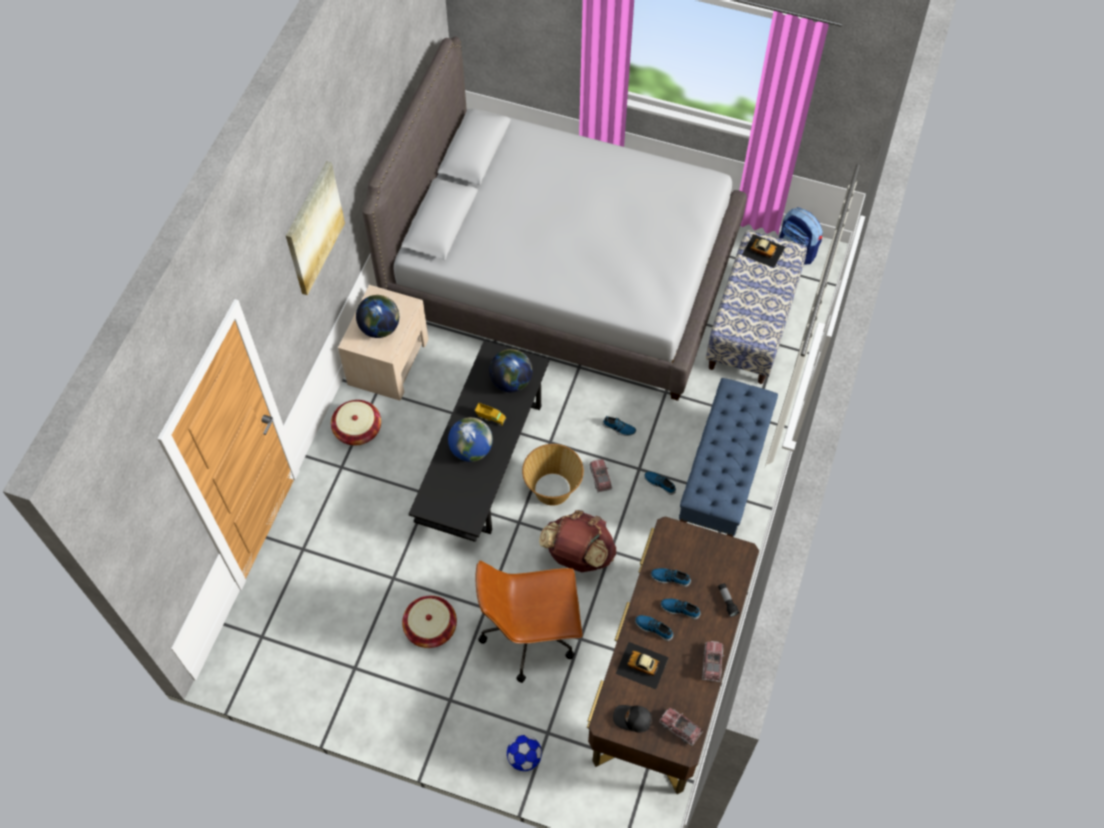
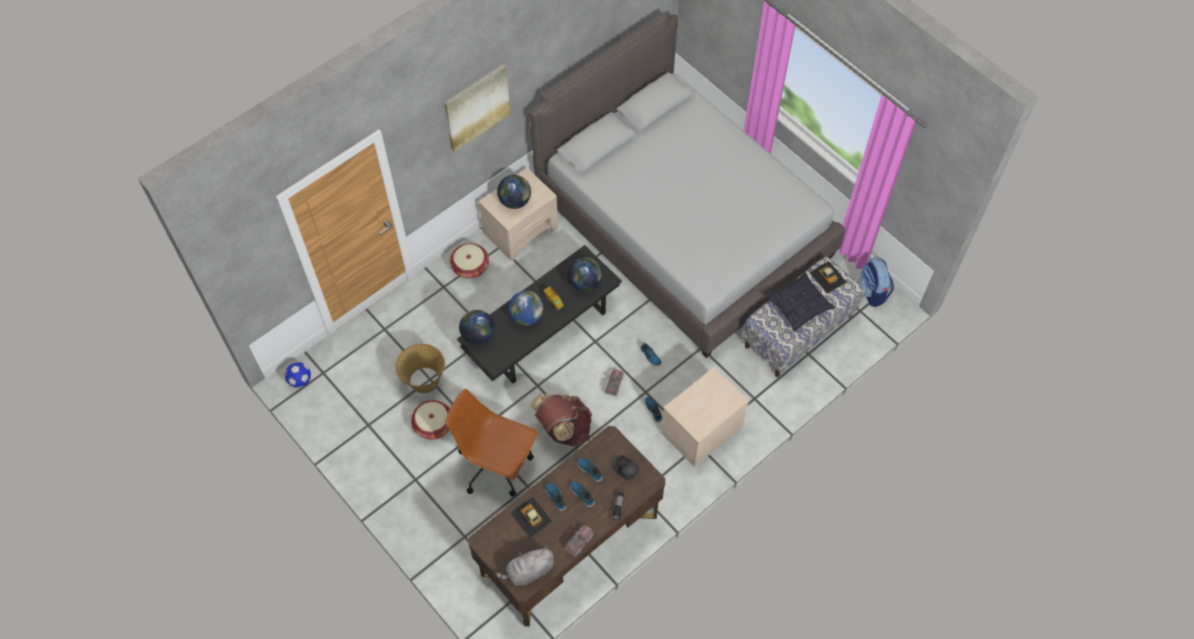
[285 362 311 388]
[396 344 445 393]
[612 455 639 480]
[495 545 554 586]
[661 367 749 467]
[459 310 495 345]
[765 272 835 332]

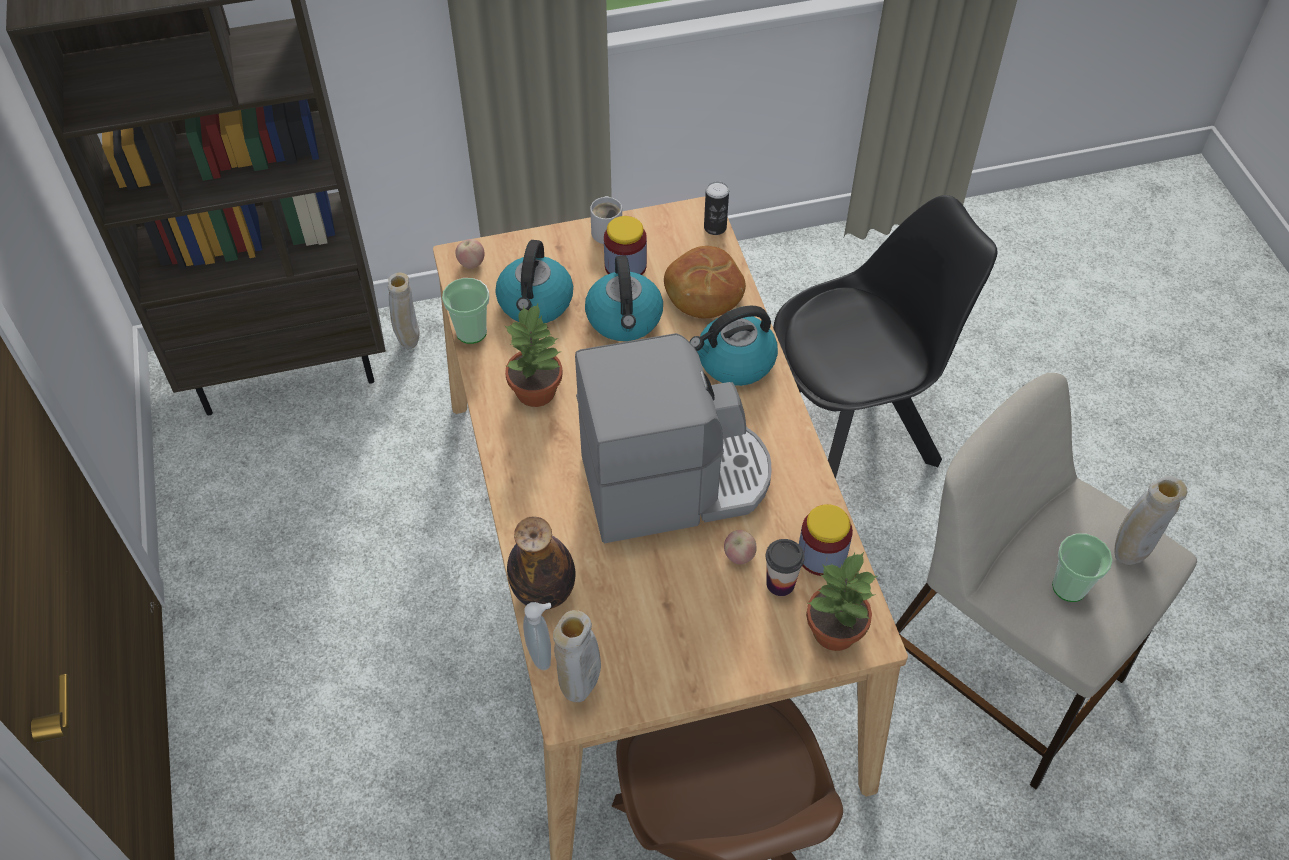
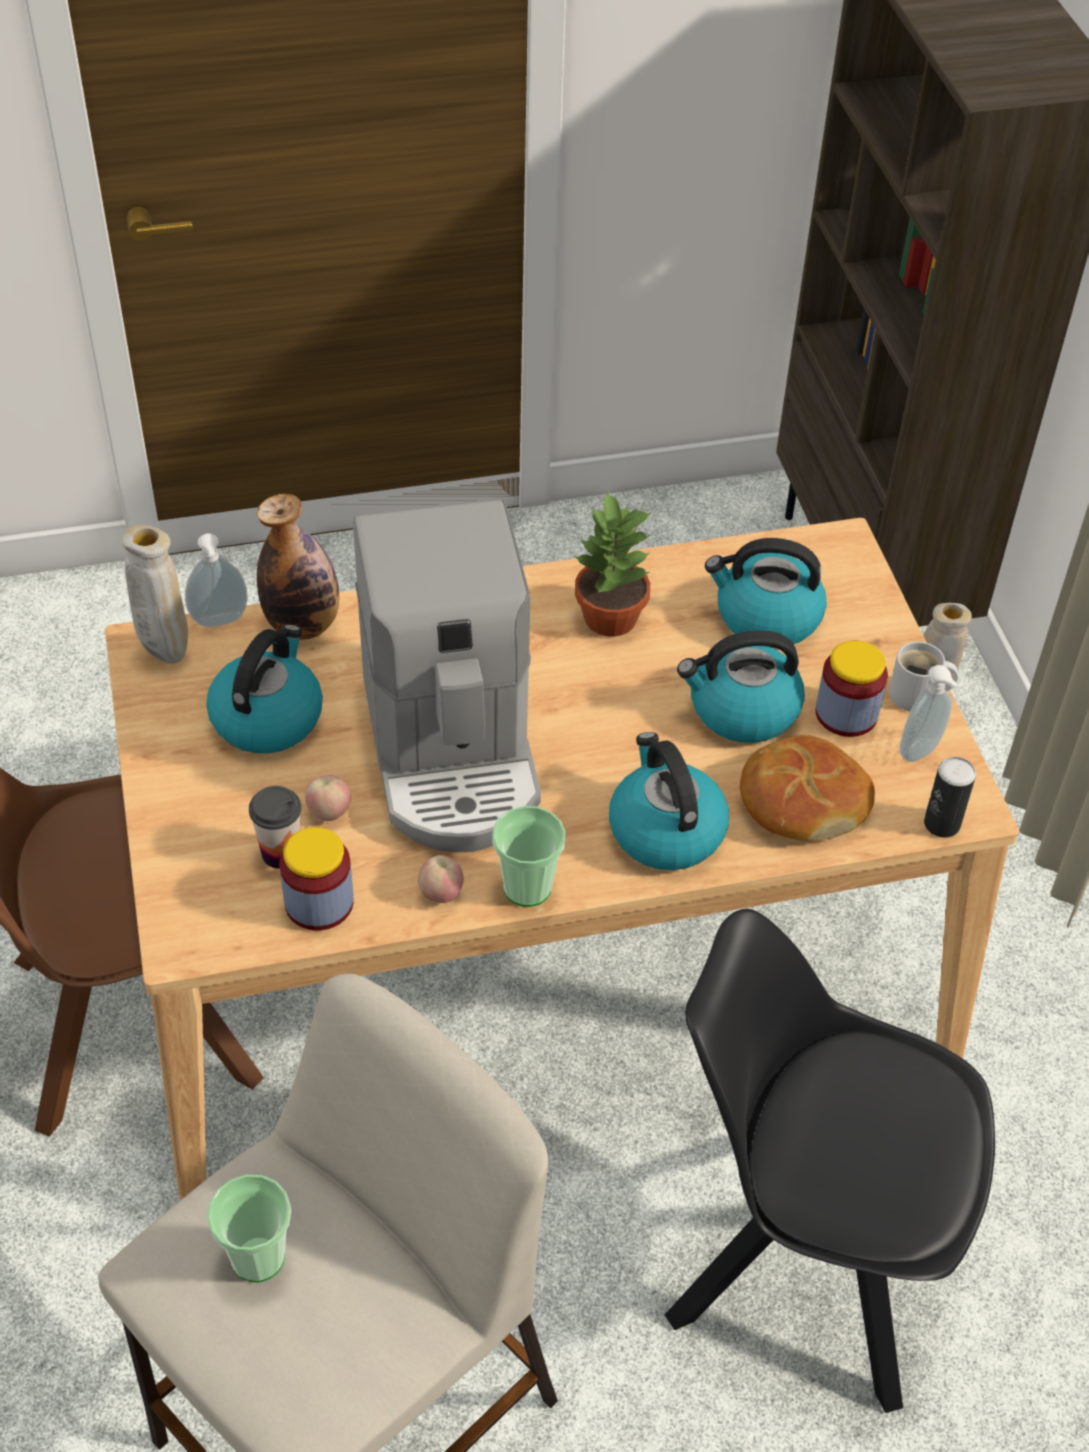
[492 806 565 907]
[418 855 463 903]
[665 909 995 1413]
[806 552 877 651] (first image)
[1115 476 1187 565] (first image)
[206 625 323 753]
[900 665 958 762]

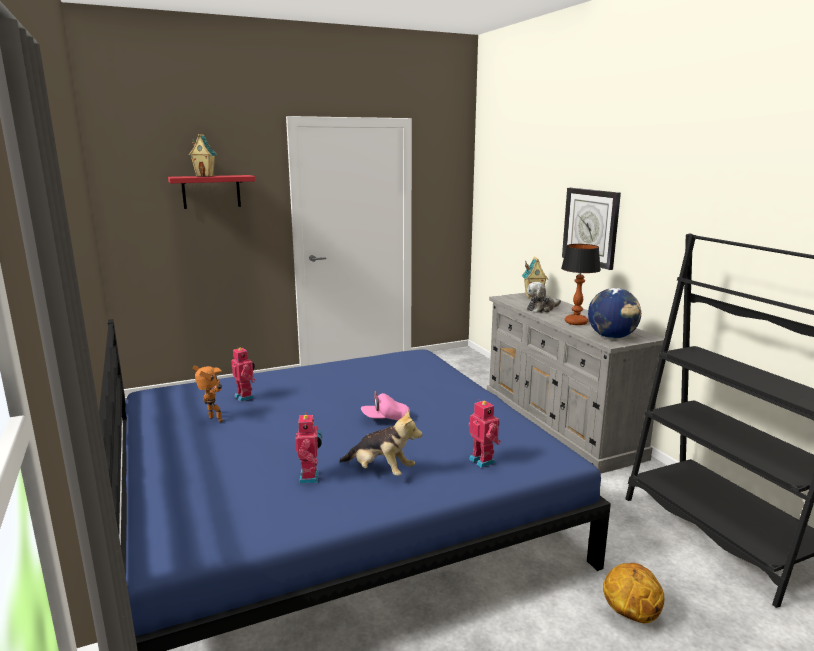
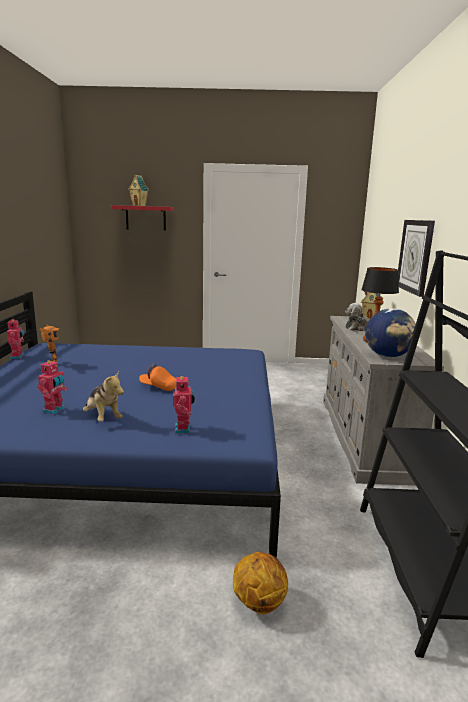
[7 319 25 359]
[139 363 176 391]

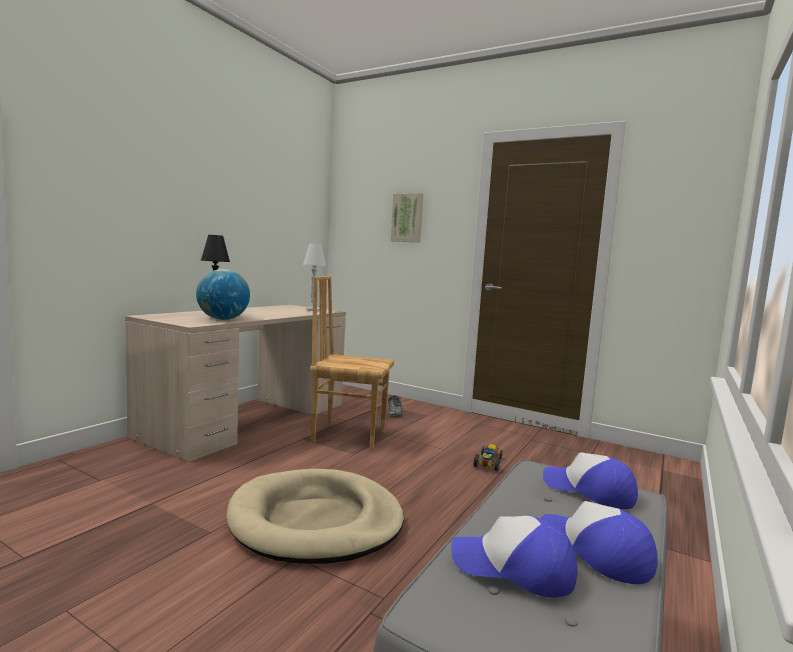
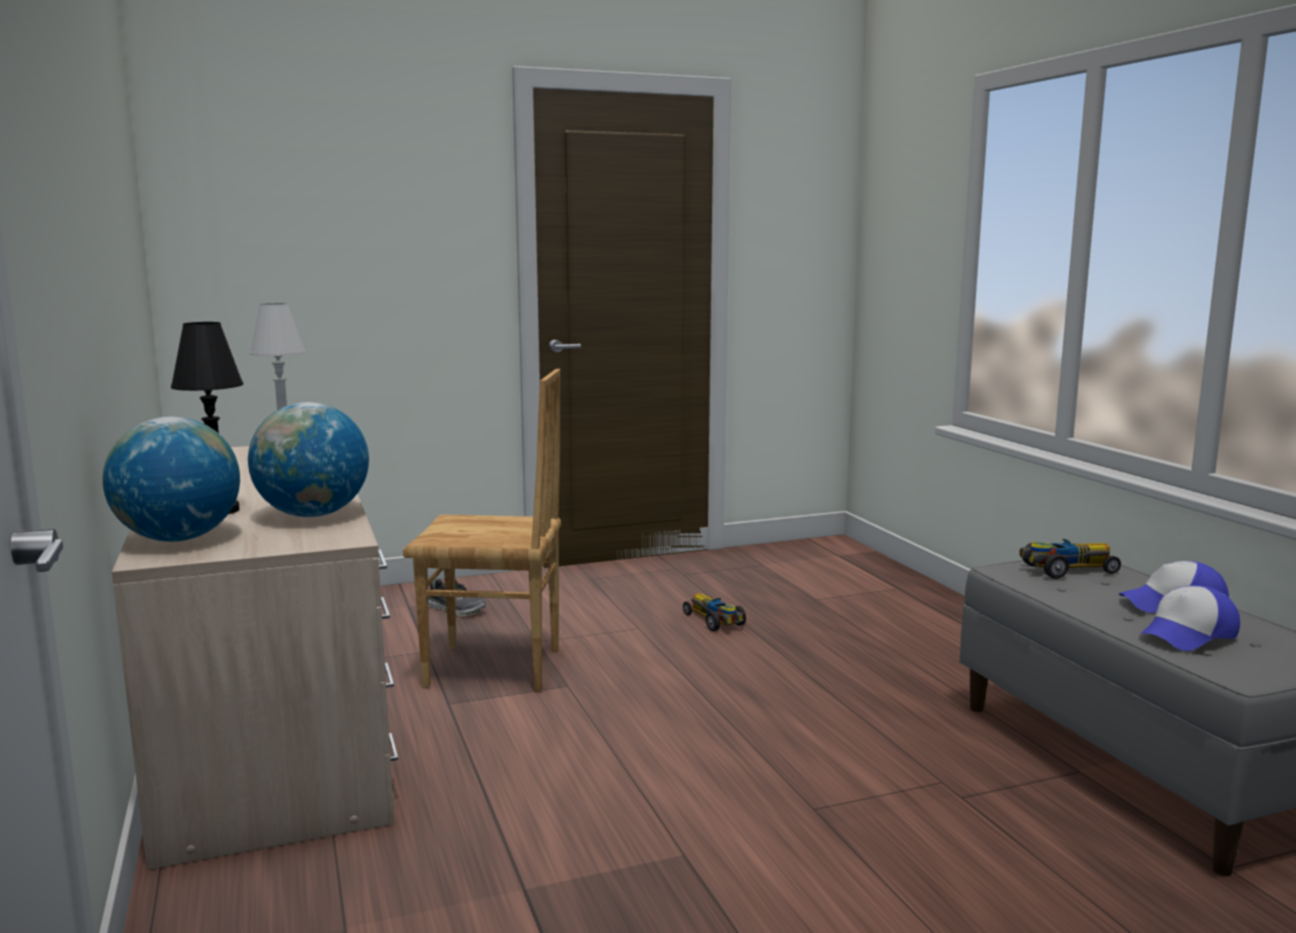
[226 469 404 564] (first image)
[403 369 561 692]
[391 193 423 242] (first image)
[1019 539 1121 579]
[103 417 240 542]

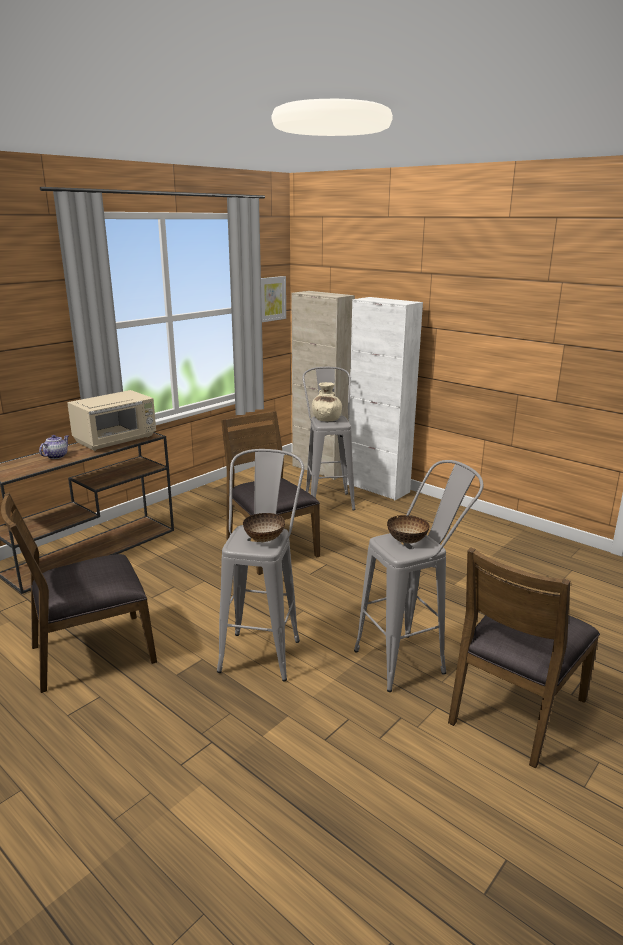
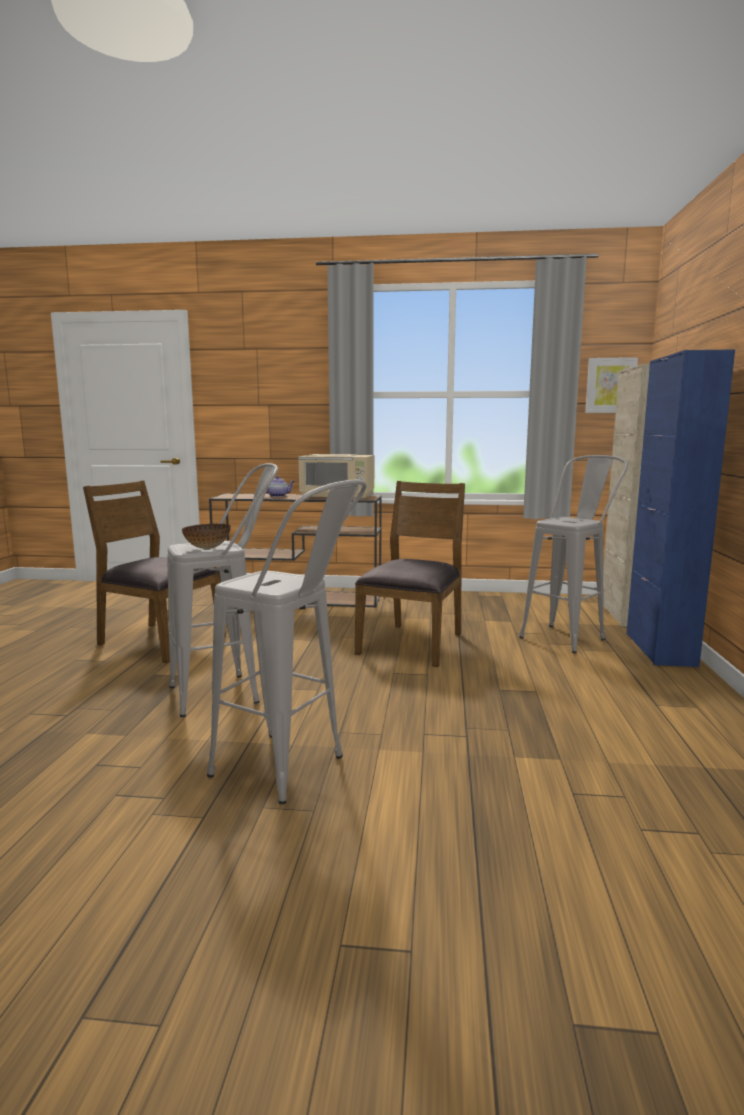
[312 382 342 421] (first image)
[627 349 735 667]
[387 515 430 544] (first image)
[448 547 600 769] (first image)

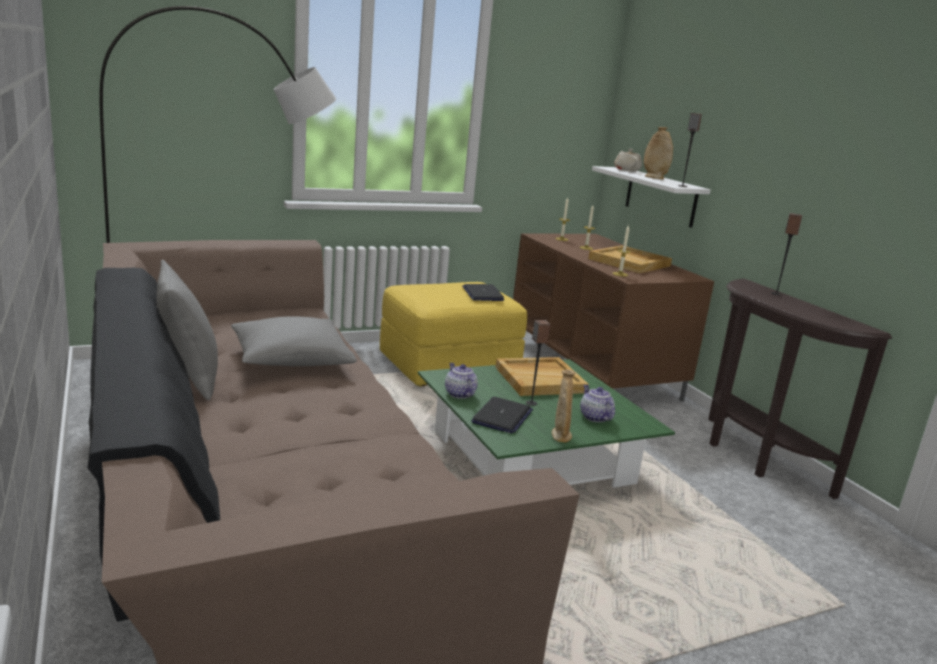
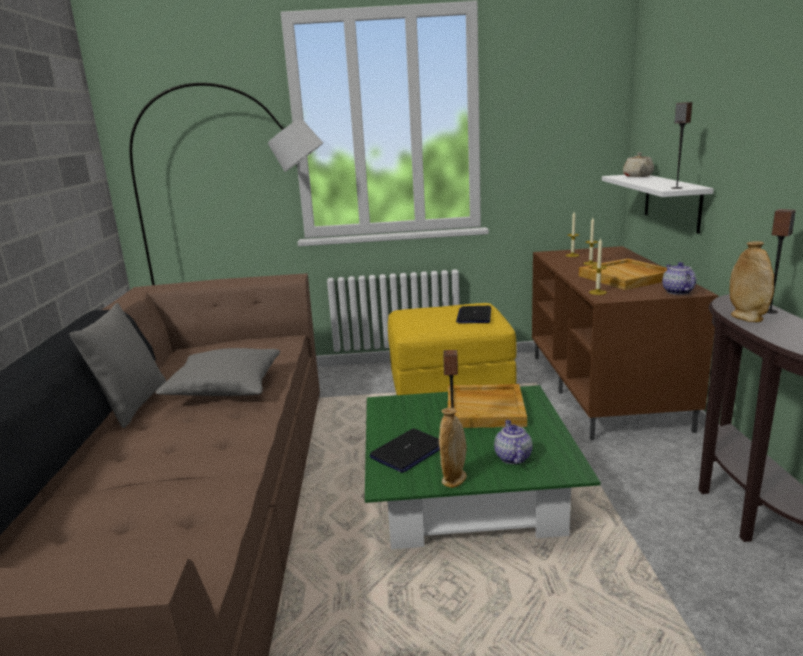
[662 262 696 295]
[729 241 774 322]

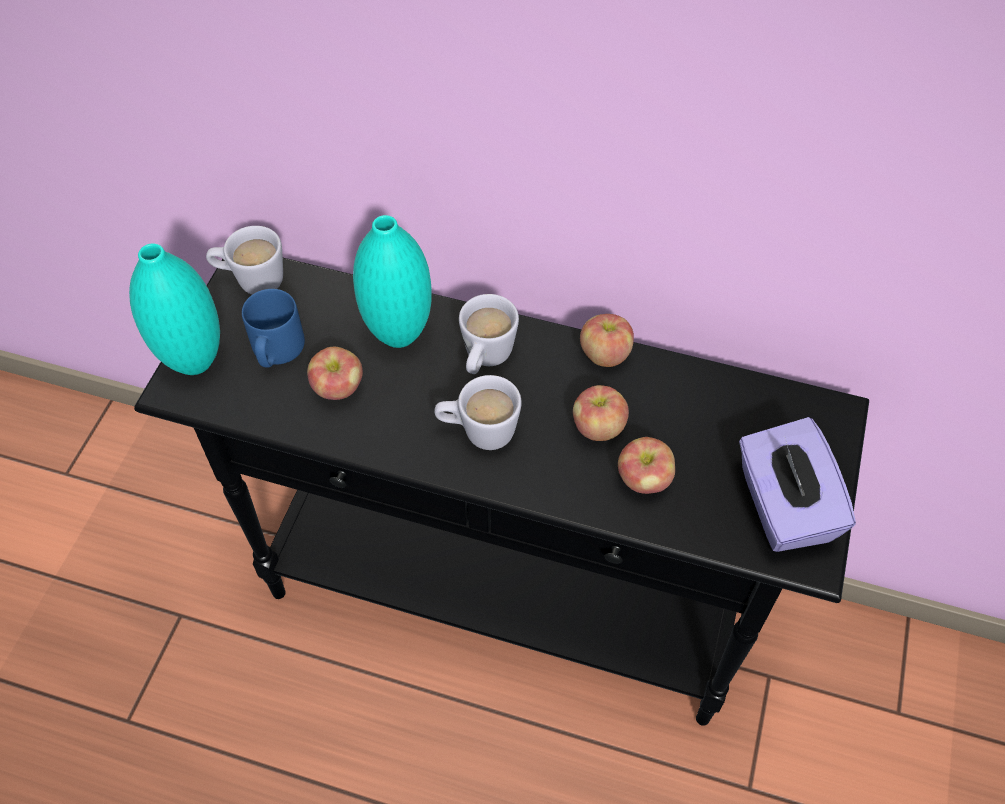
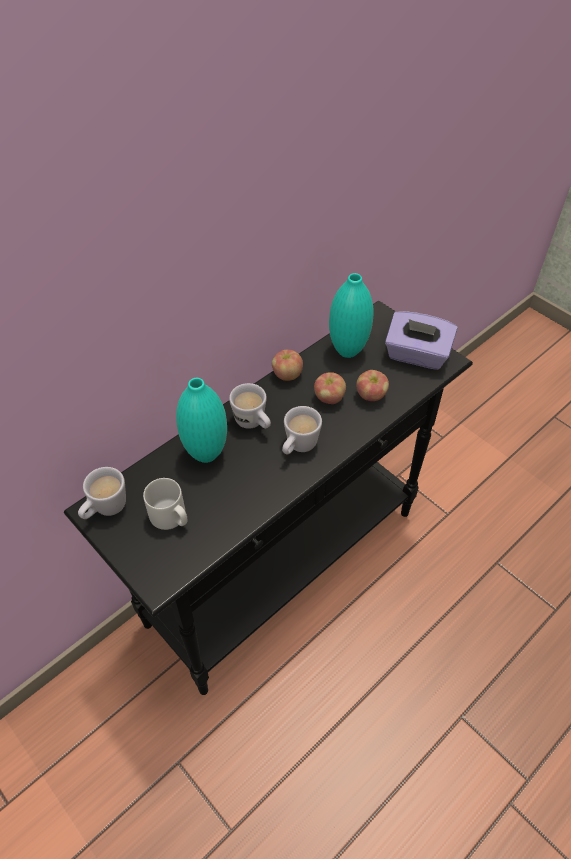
[329 273 374 358]
[143 478 188 530]
[307 347 363 400] (first image)

